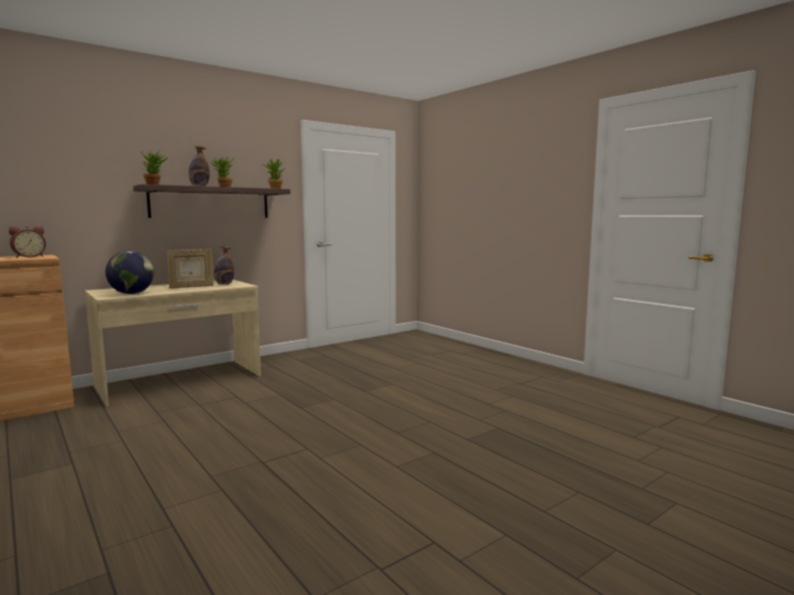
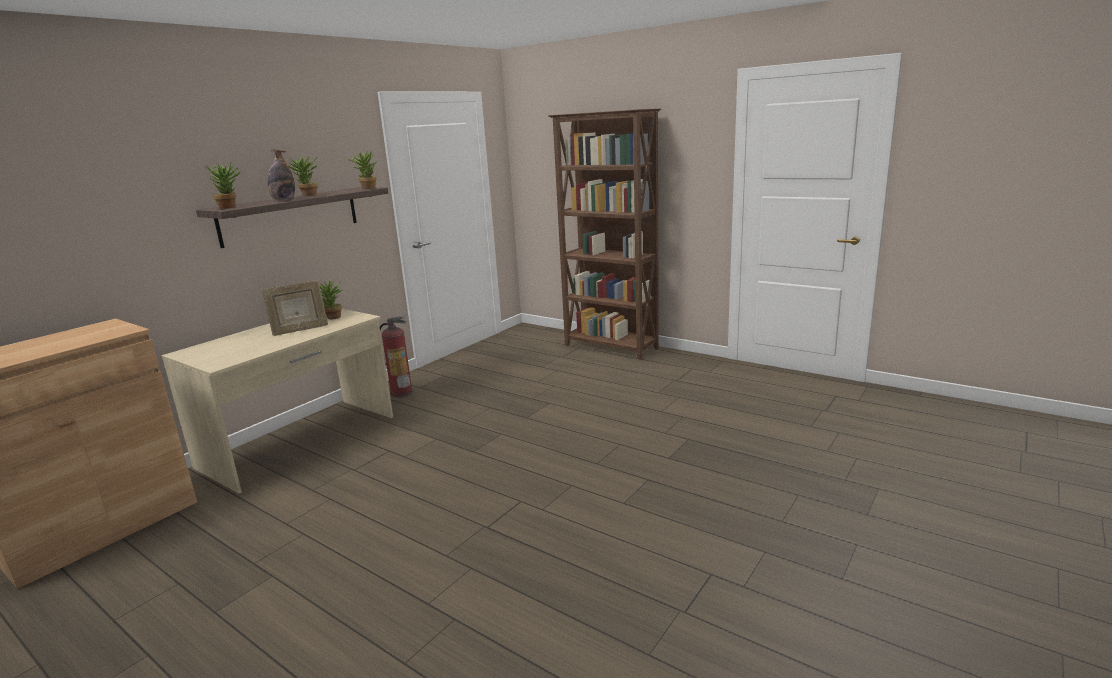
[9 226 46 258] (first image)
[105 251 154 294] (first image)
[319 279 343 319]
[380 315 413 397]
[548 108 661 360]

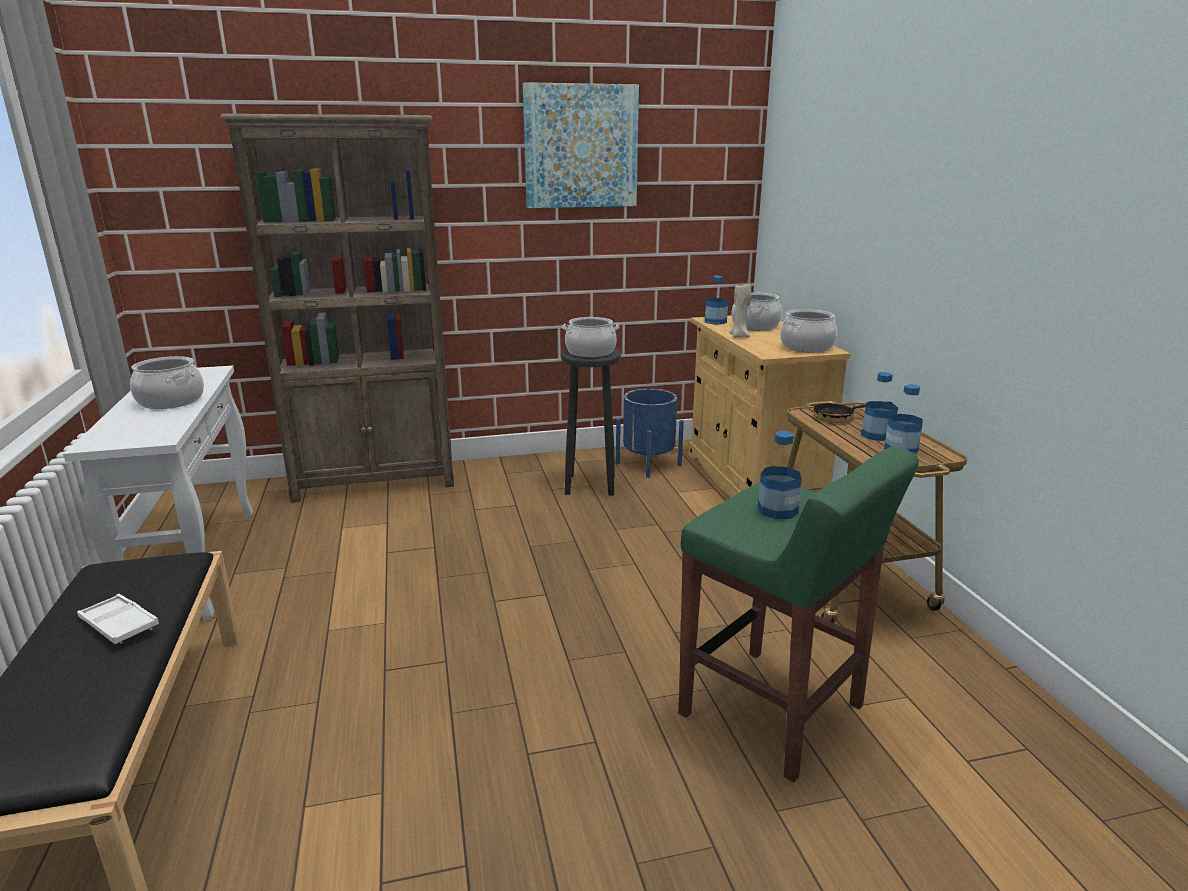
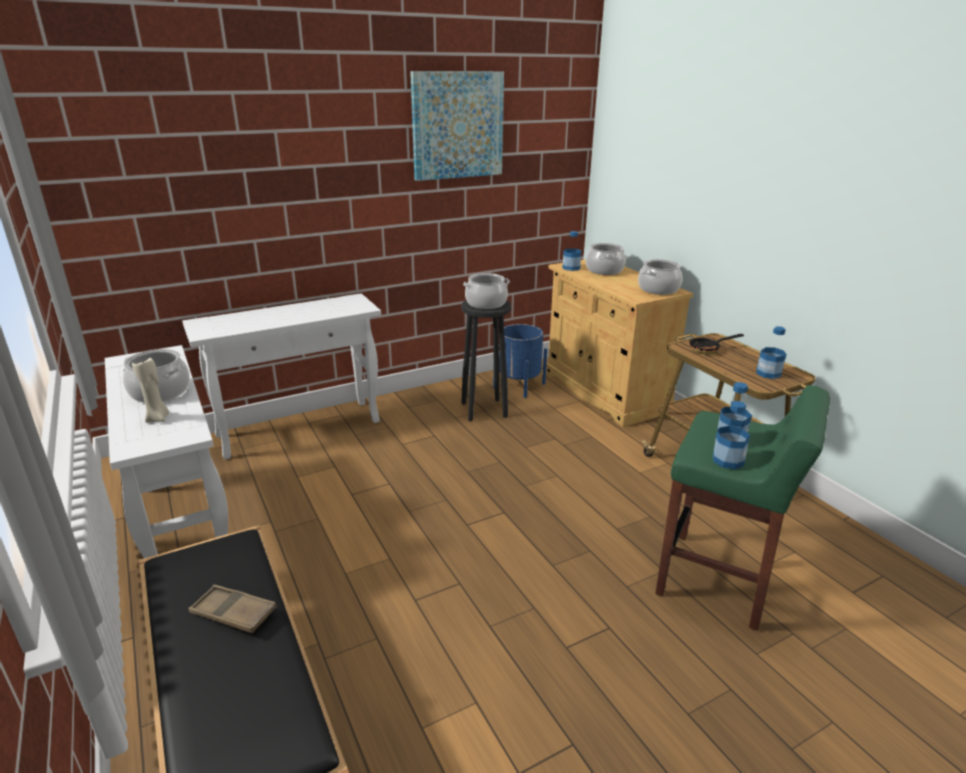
[188 585 277 633]
[182 293 381 459]
[132 358 169 423]
[713 401 750 469]

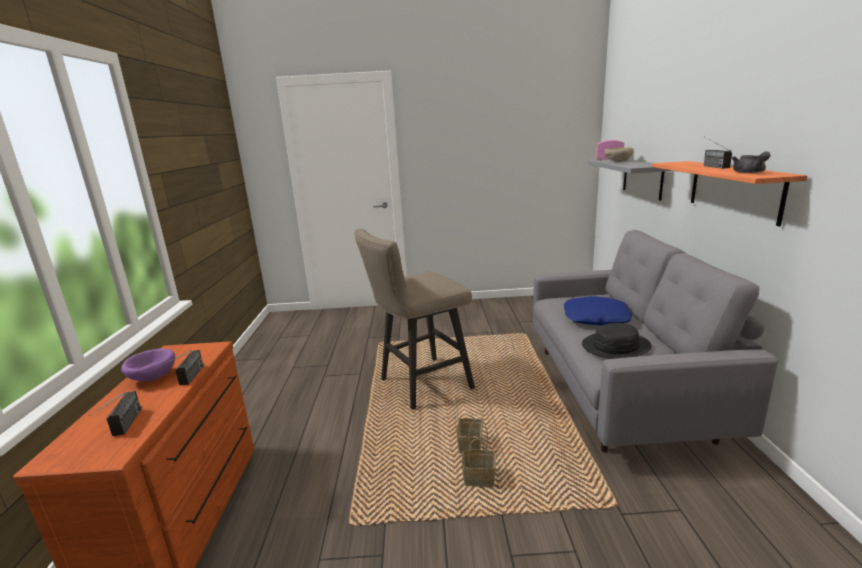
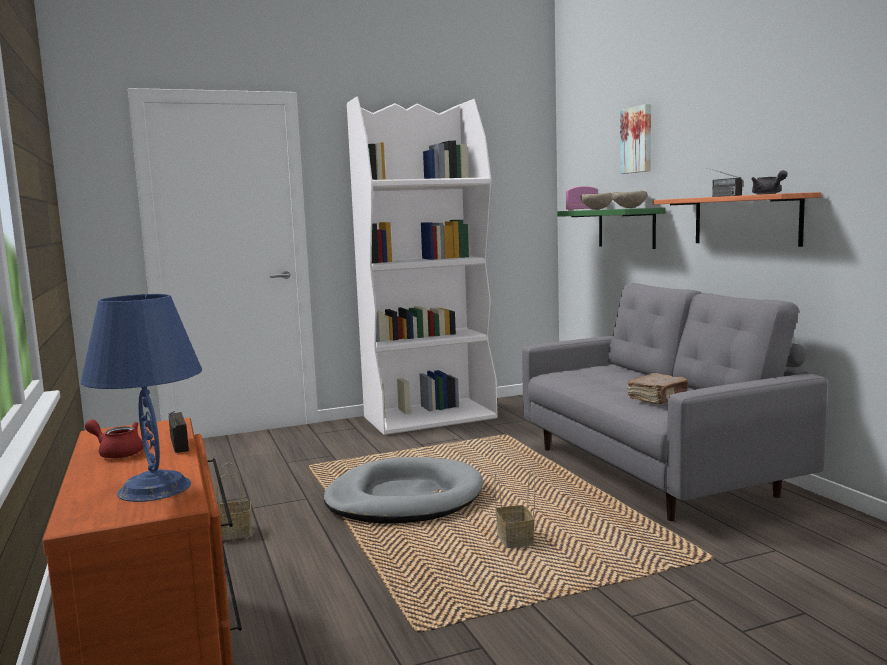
[81 294 202 502]
[85 420 143 459]
[324 457 483 524]
[217 463 252 541]
[564 296 632 326] (first image)
[627 373 688 404]
[557 207 666 249]
[347 97 498 435]
[612 191 647 208]
[620 104 651 174]

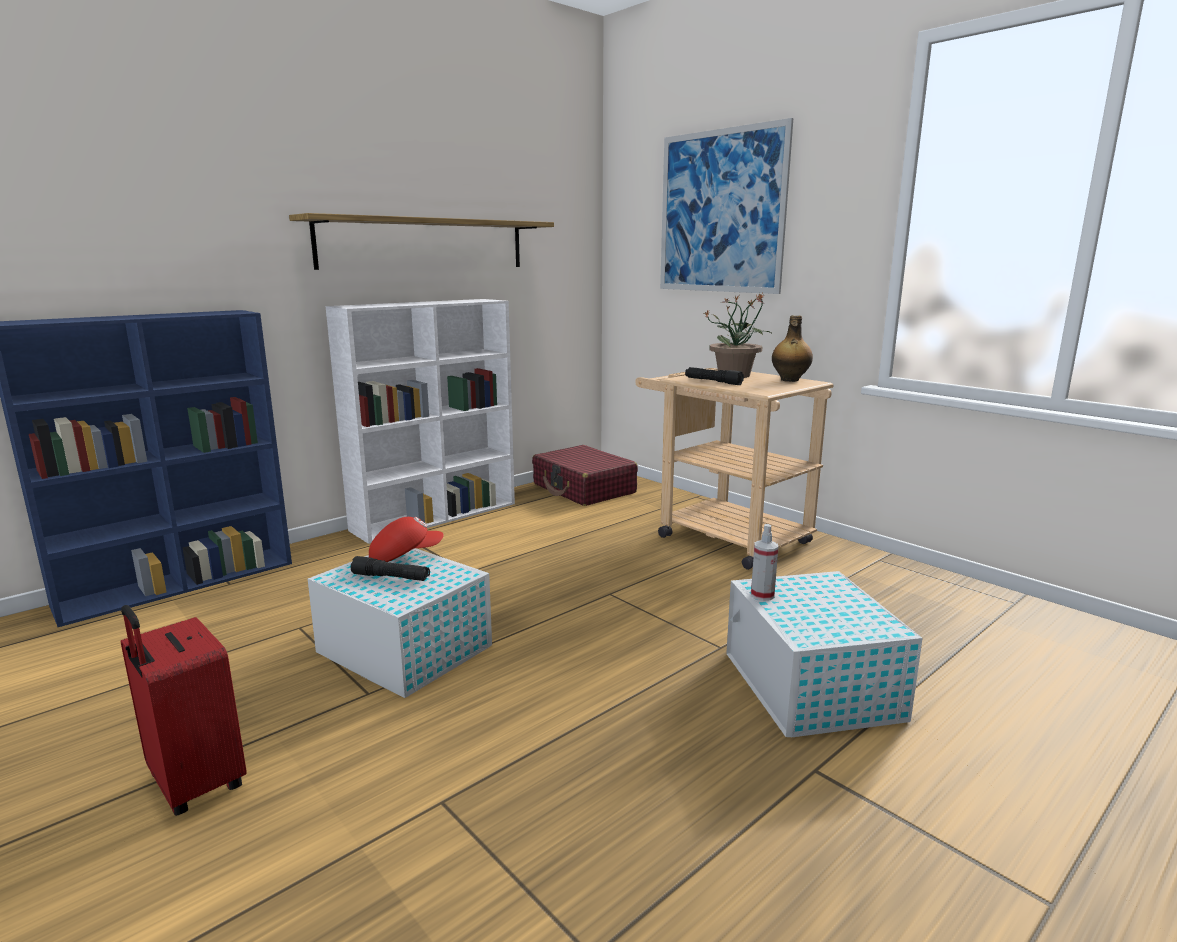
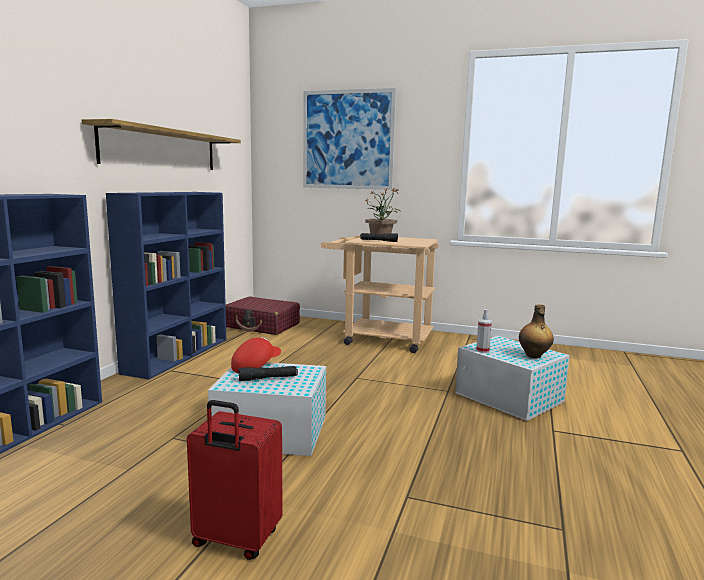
[106 192 226 379]
[519 304 554 358]

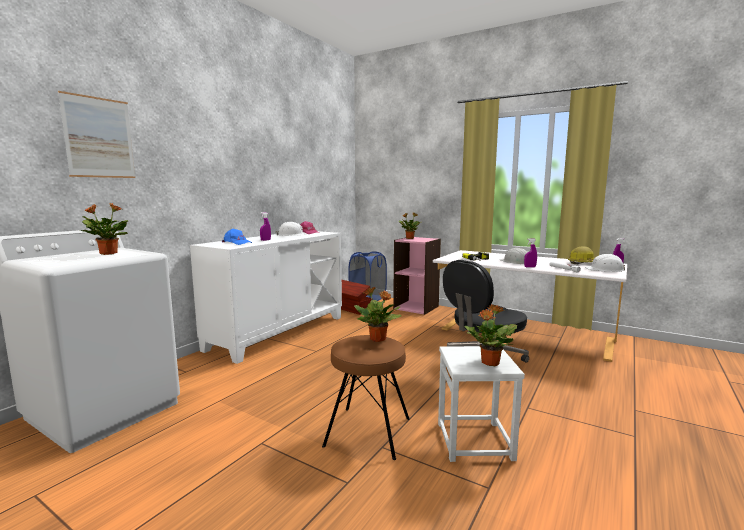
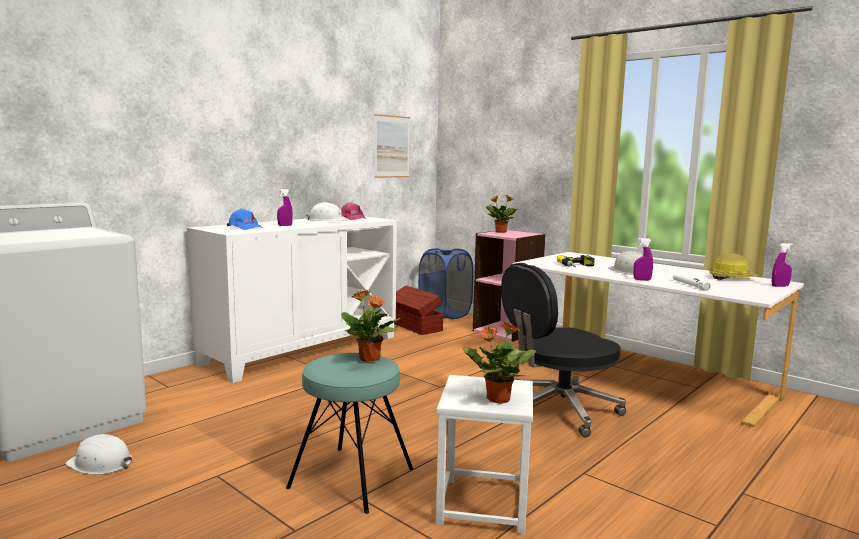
[374 114 410 178]
[80 203 128 255] (first image)
[286 353 413 514]
[66 434 132 475]

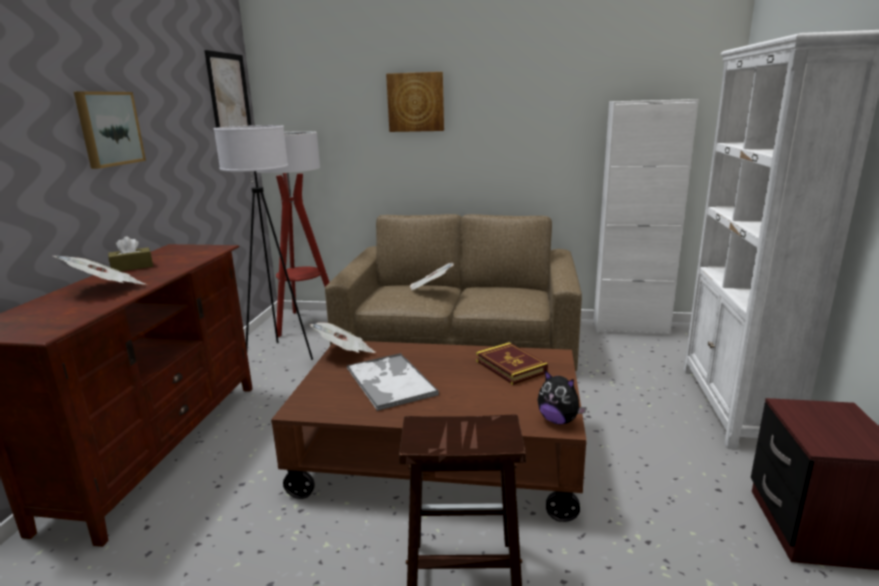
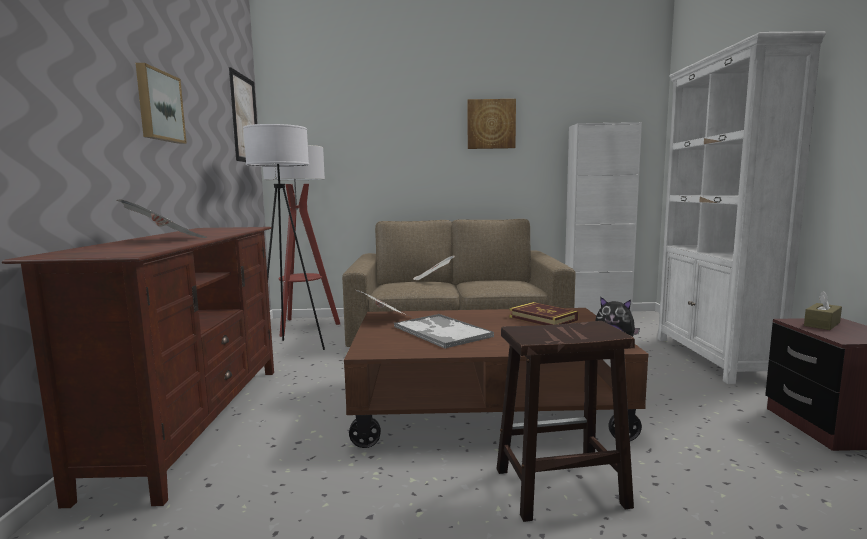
[804 291 842 330]
[467 99 516 149]

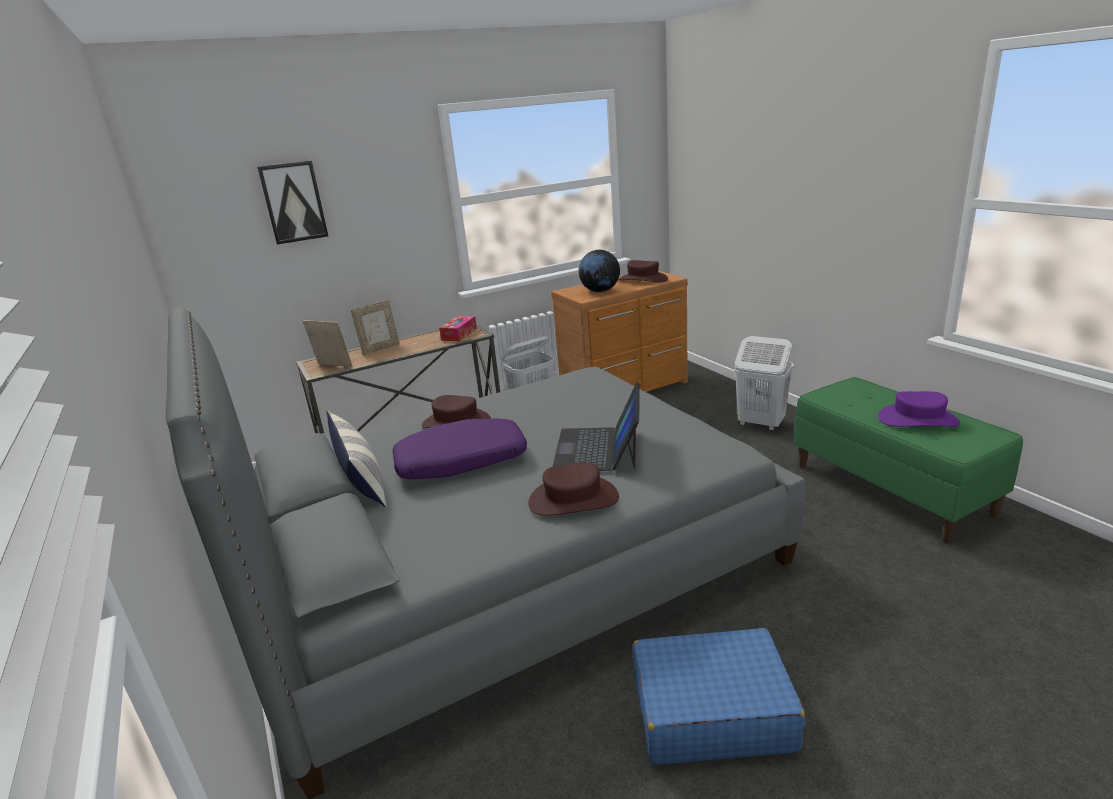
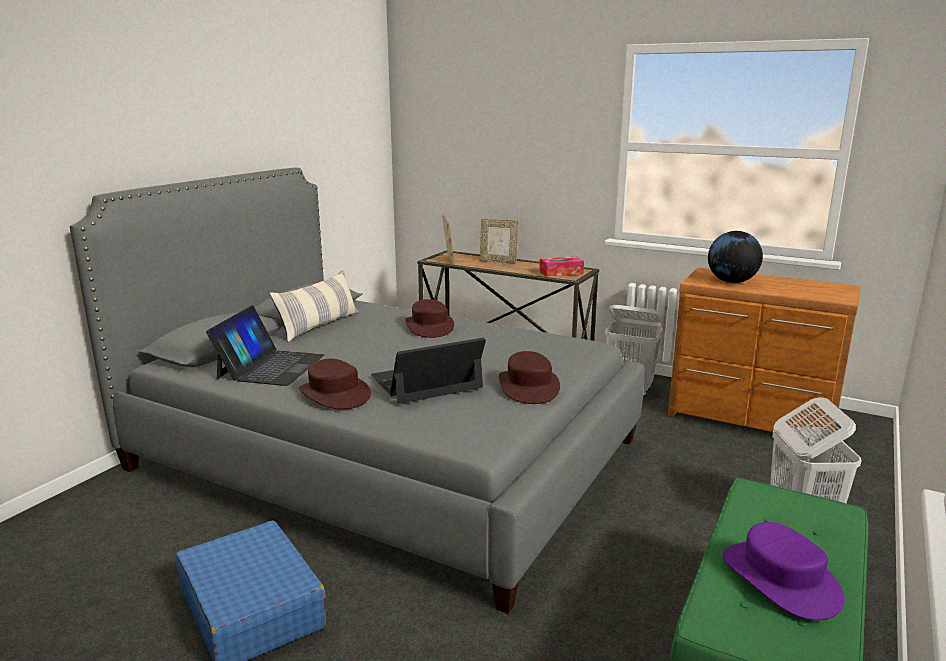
[257 161 328 245] (first image)
[393 419 527 479] (first image)
[499 351 560 404]
[206 305 324 386]

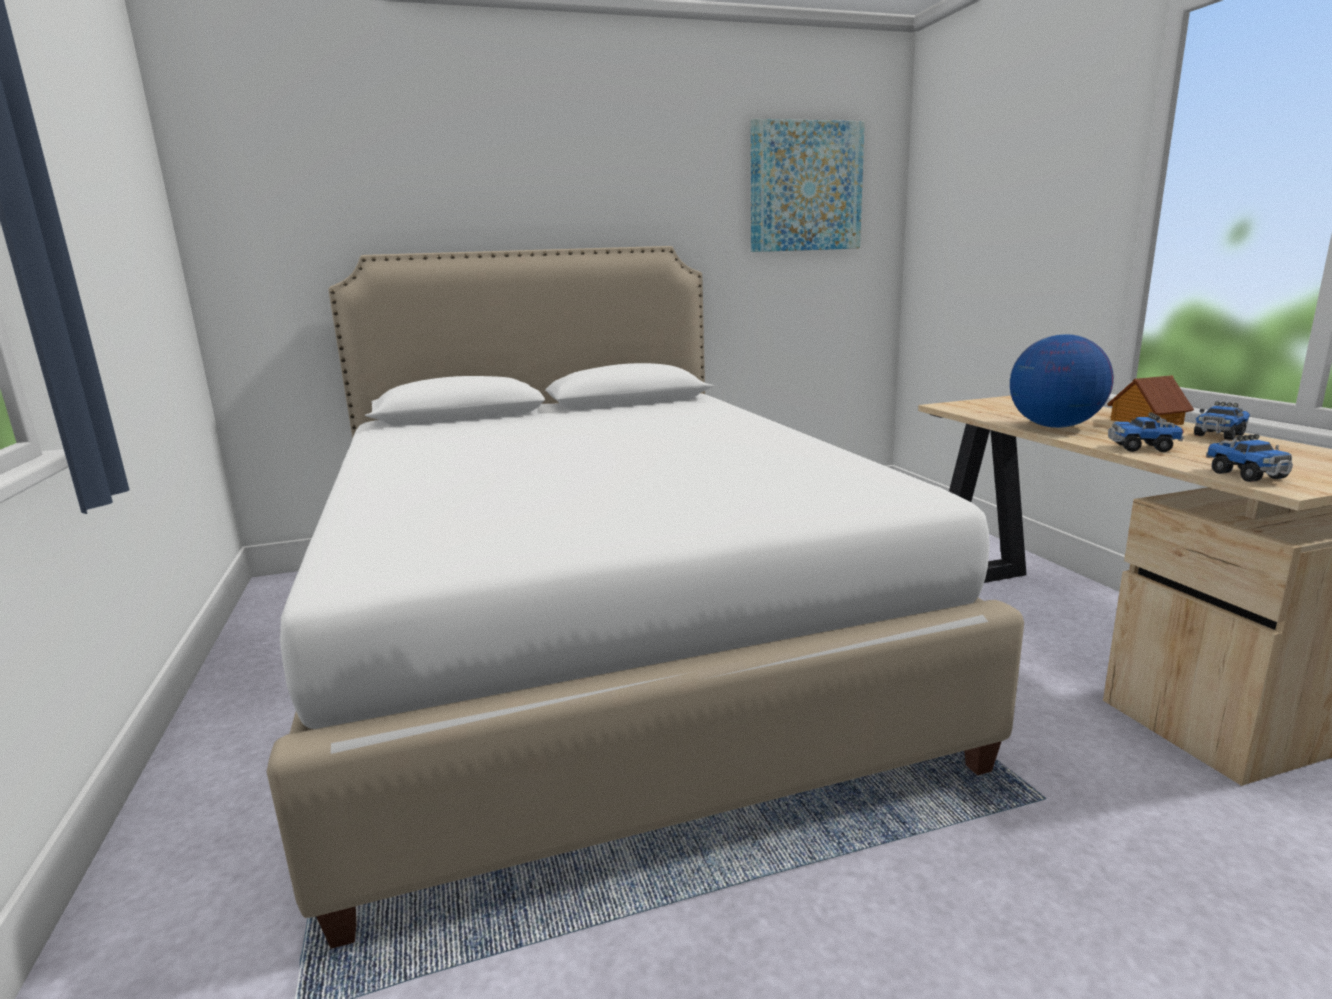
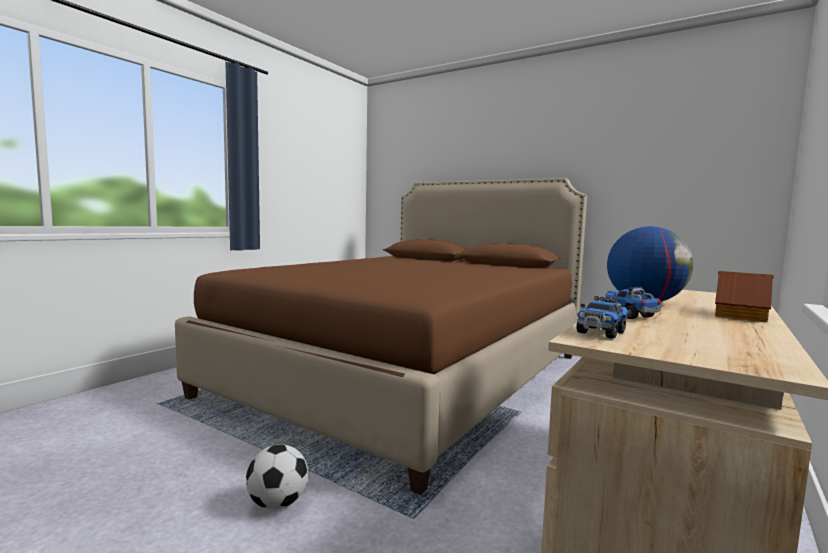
[175 178 587 495]
[751 119 865 252] (first image)
[1194 401 1250 440] (first image)
[246 444 308 509]

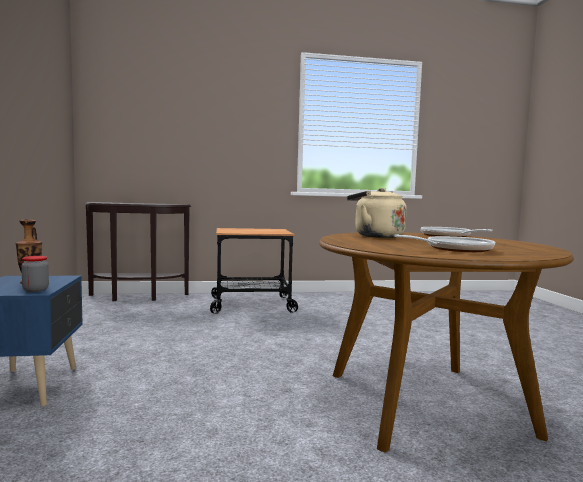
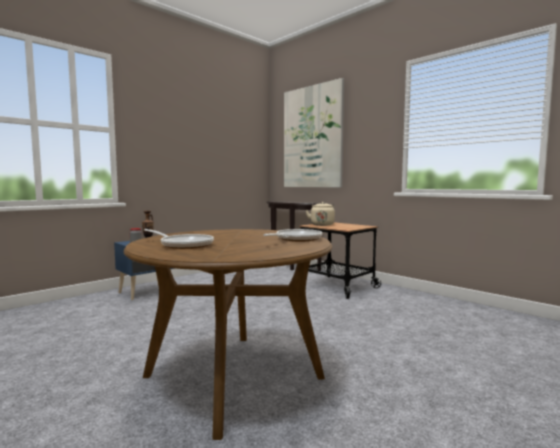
[306 202 335 226]
[284 78 344 187]

